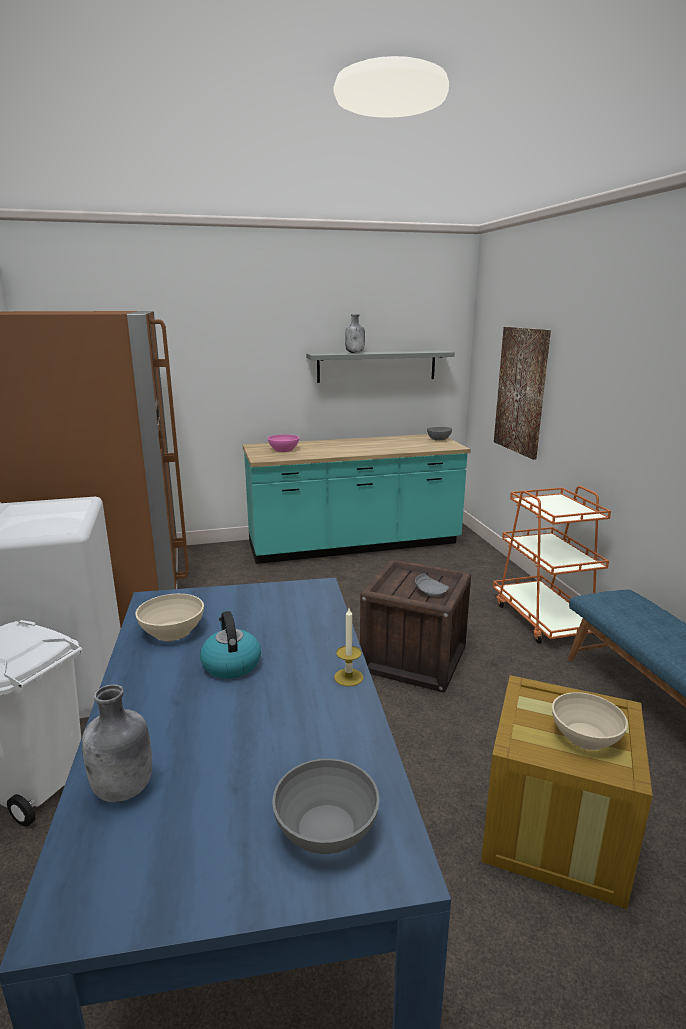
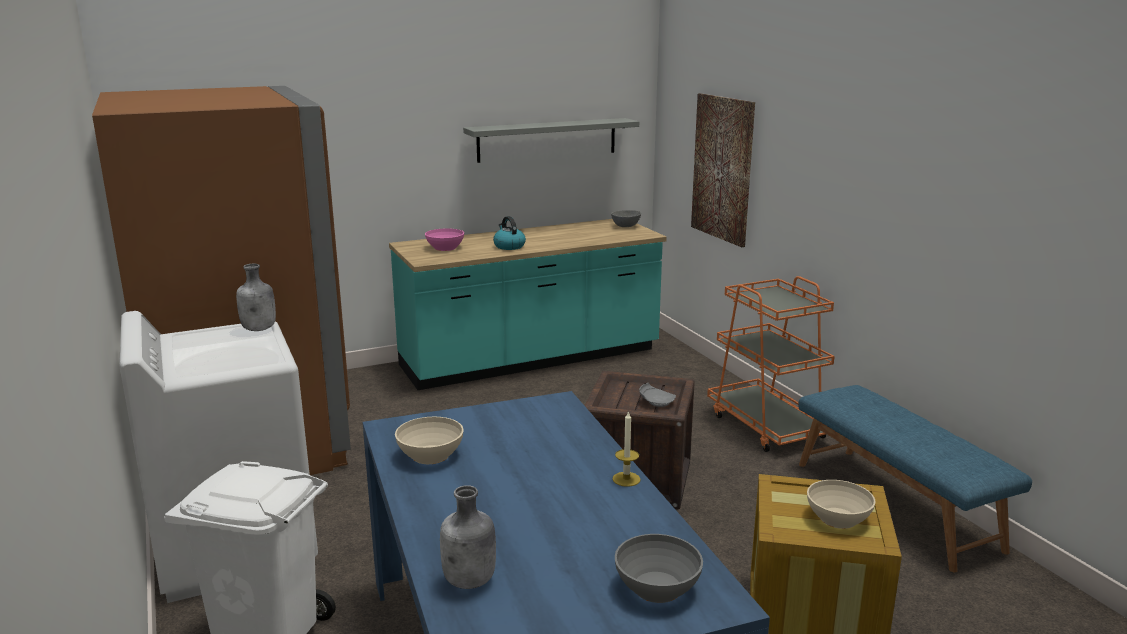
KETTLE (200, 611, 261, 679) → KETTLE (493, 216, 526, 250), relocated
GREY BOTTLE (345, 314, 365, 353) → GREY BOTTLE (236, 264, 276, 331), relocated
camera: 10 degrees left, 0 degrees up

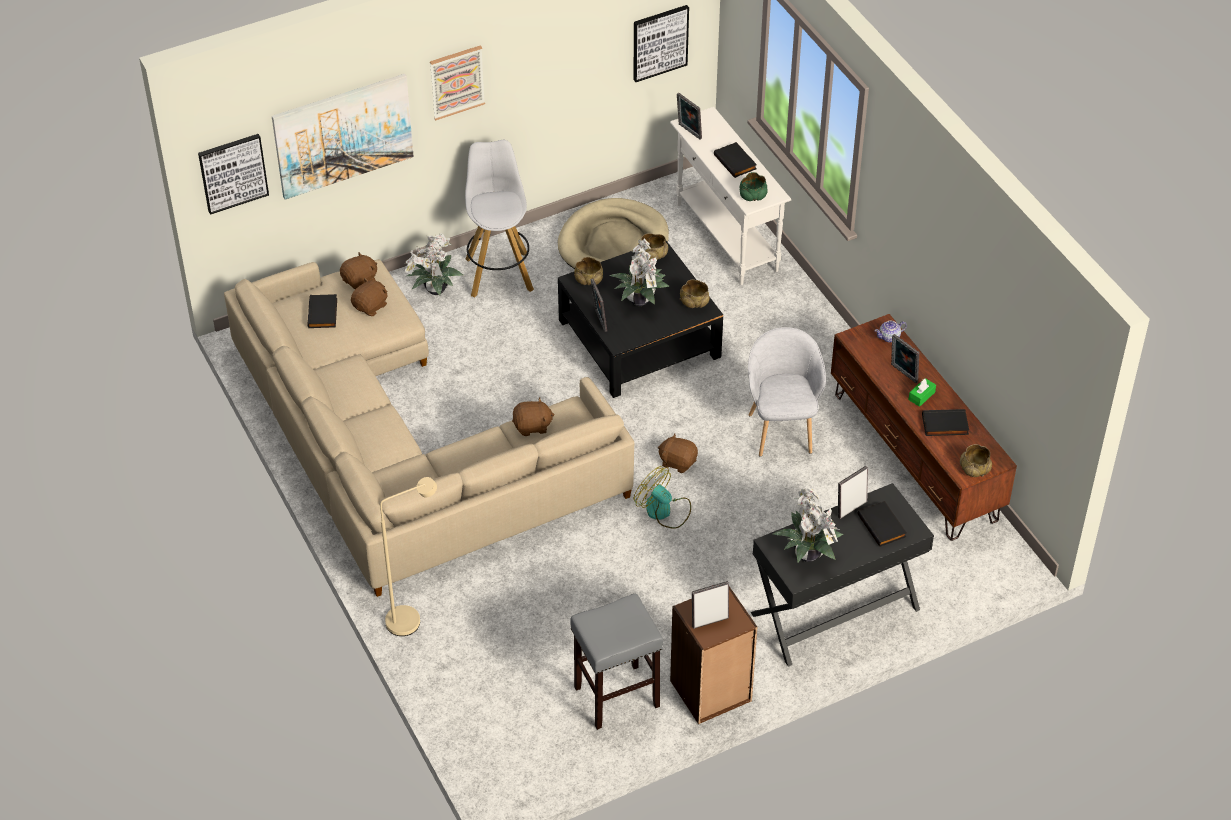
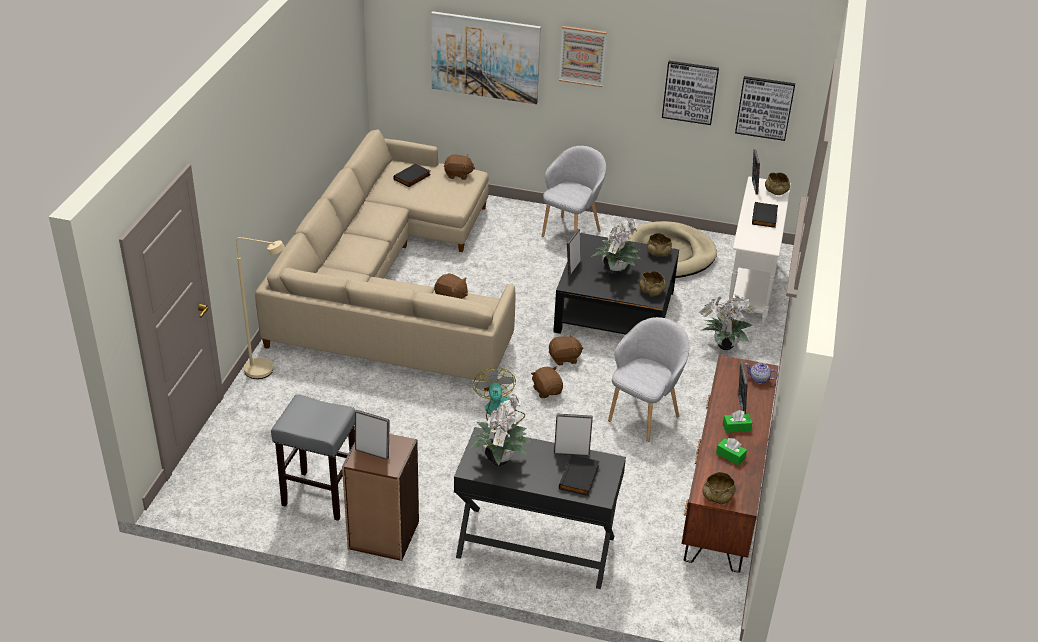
GREEN BOWL (740, 172, 768, 201) → -
PICTURE (198, 134, 269, 215) → PICTURE (662, 61, 719, 125), relocated
BROWN PLUSH TOY (351, 278, 388, 316) → BROWN PLUSH TOY (549, 334, 584, 366), relocated
POTTED PLANT (404, 233, 463, 295) → POTTED PLANT (699, 295, 756, 350), relocated
BEIGE BOWL (574, 257, 603, 285) → BEIGE BOWL (765, 172, 790, 195), relocated
WHITE STOOL (465, 140, 534, 297) → GREY ARMCHAIR (542, 146, 606, 237)
BLACK BOOK (922, 409, 969, 436) → GREEN TISSUE BOX (716, 438, 747, 465)
camera: 40 degrees right, 10 degrees down

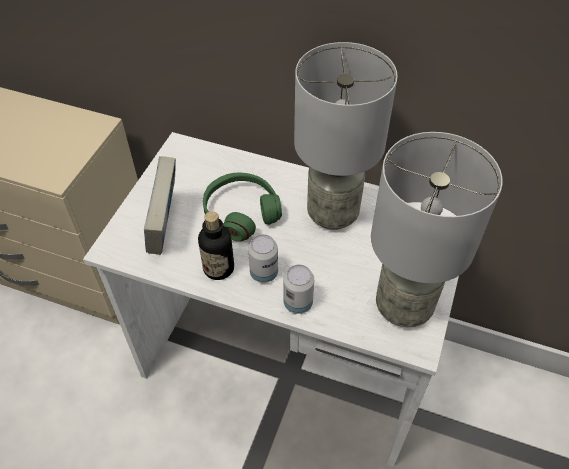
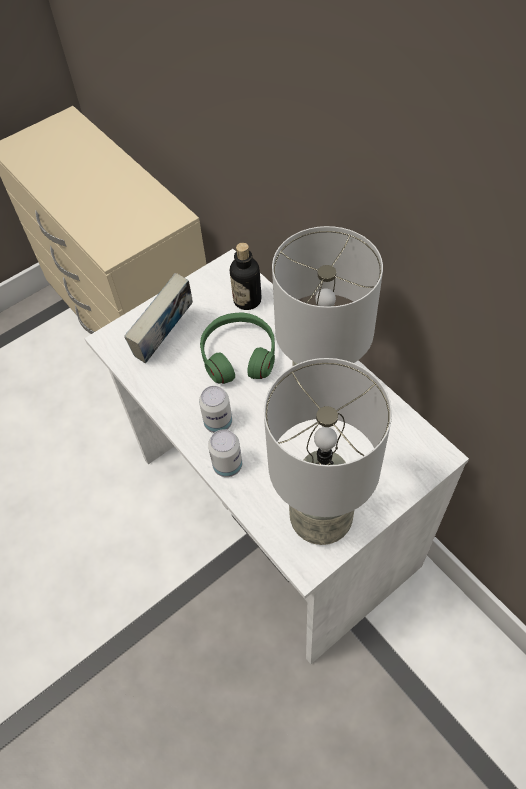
BOTTLE (198, 211, 234, 280) → BOTTLE (230, 243, 262, 310), relocated
camera: 35 degrees right, 5 degrees up

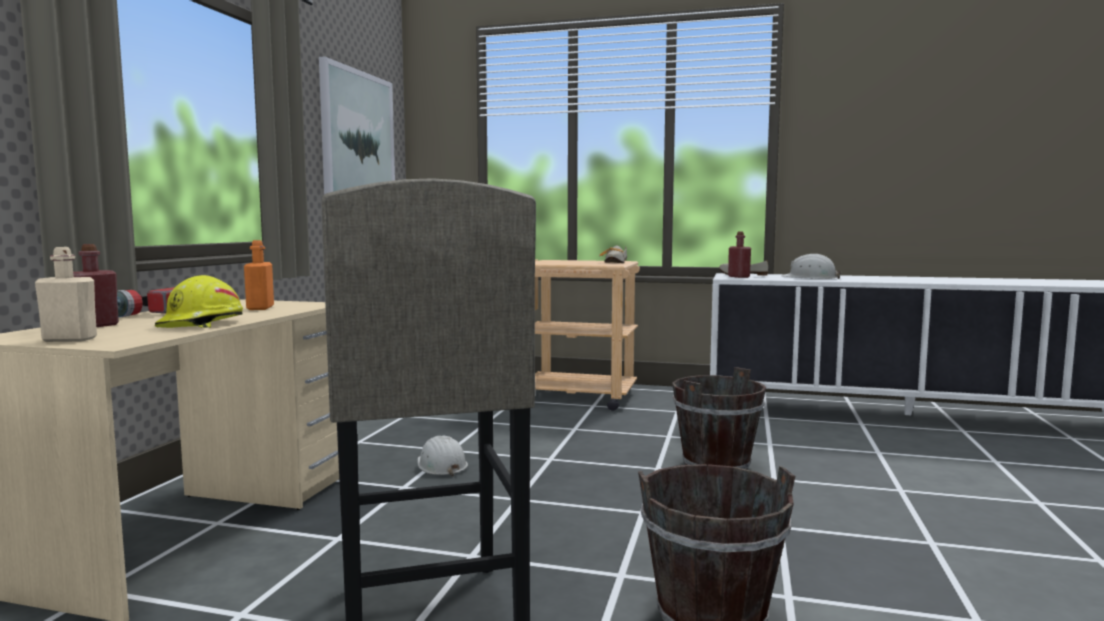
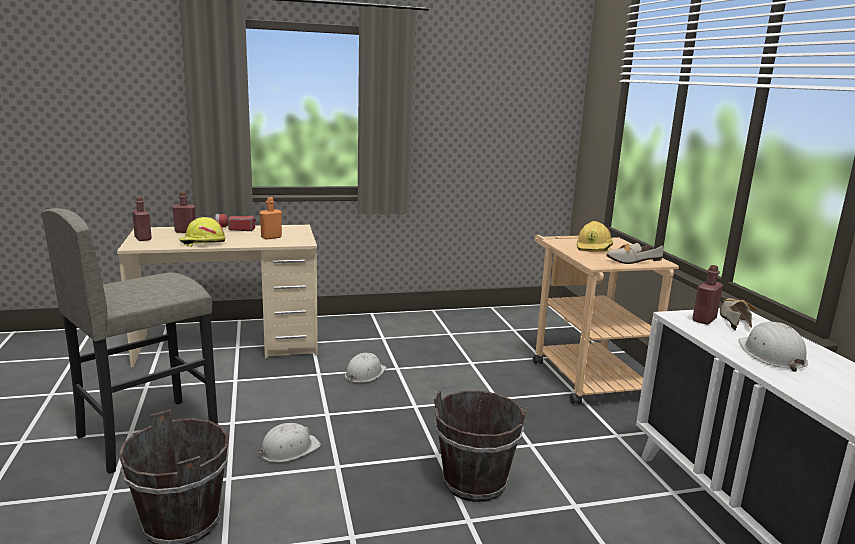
PICTURE (319, 57, 395, 195) → -
- → WHITE HARD HAT (258, 423, 321, 462)
- → YELLOW HARD HAT (577, 221, 613, 252)
BEIGE BOTTLE (35, 247, 97, 342) → RED BOTTLE (132, 197, 152, 241)
camera: 60 degrees right, 10 degrees up

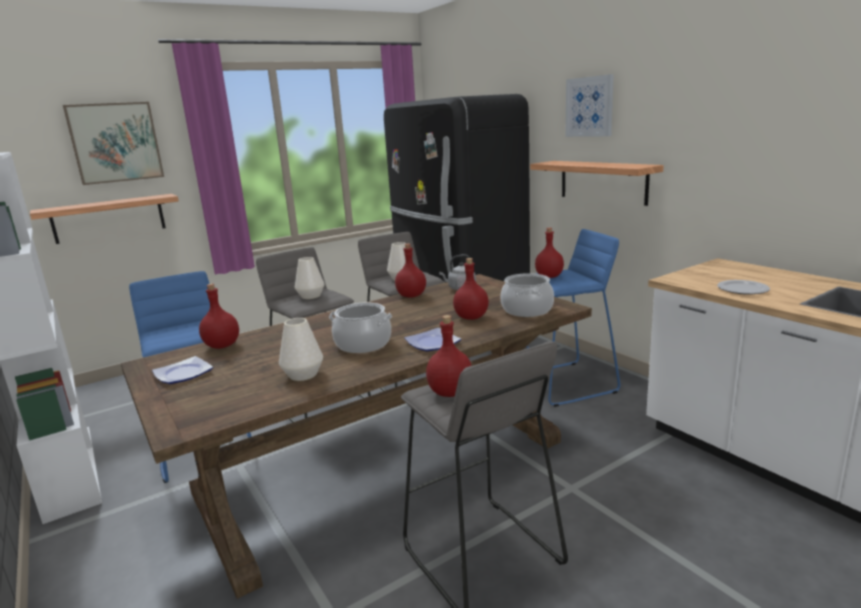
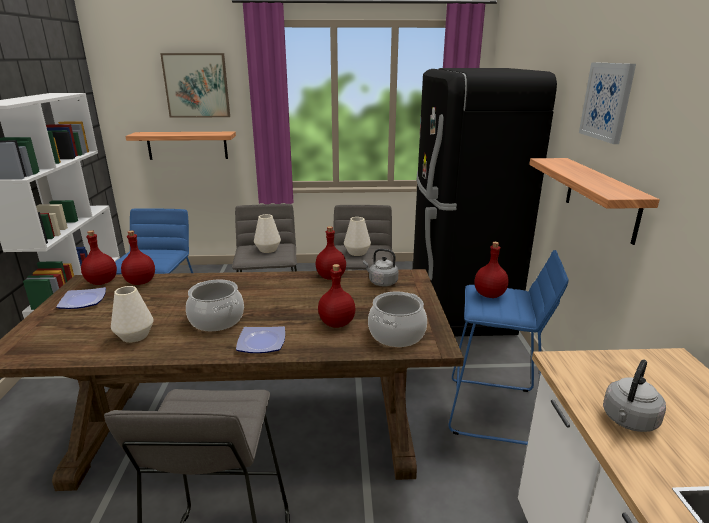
RED BOTTLE (426, 315, 472, 397) → RED BOTTLE (81, 231, 117, 285), relocated
PLATE (717, 280, 770, 295) → GREY KETTLE (603, 360, 666, 432)
camera: 30 degrees right, 5 degrees up

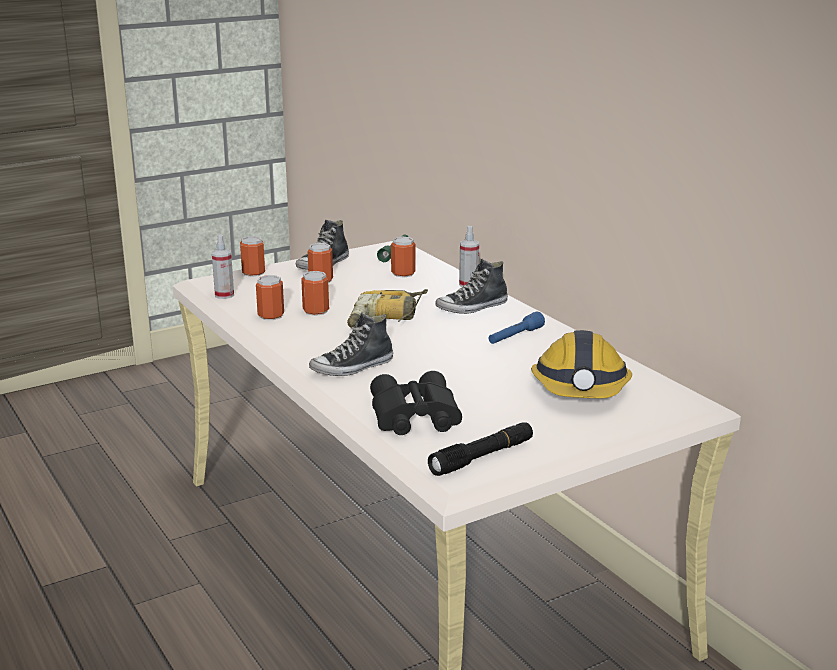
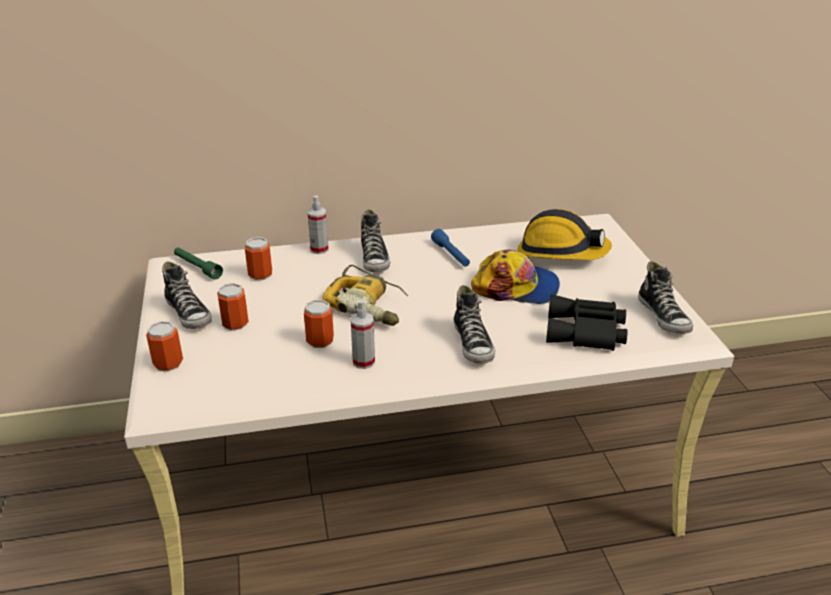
CAN (256, 275, 284, 320) → -
- → CAP (471, 250, 560, 304)
SPRAY BOTTLE (212, 235, 234, 299) → SPRAY BOTTLE (350, 300, 375, 369), relocated
BLACK FLASHLIGHT (428, 422, 533, 476) → SHOE (638, 261, 693, 334)
camera: 70 degrees left, 10 degrees up

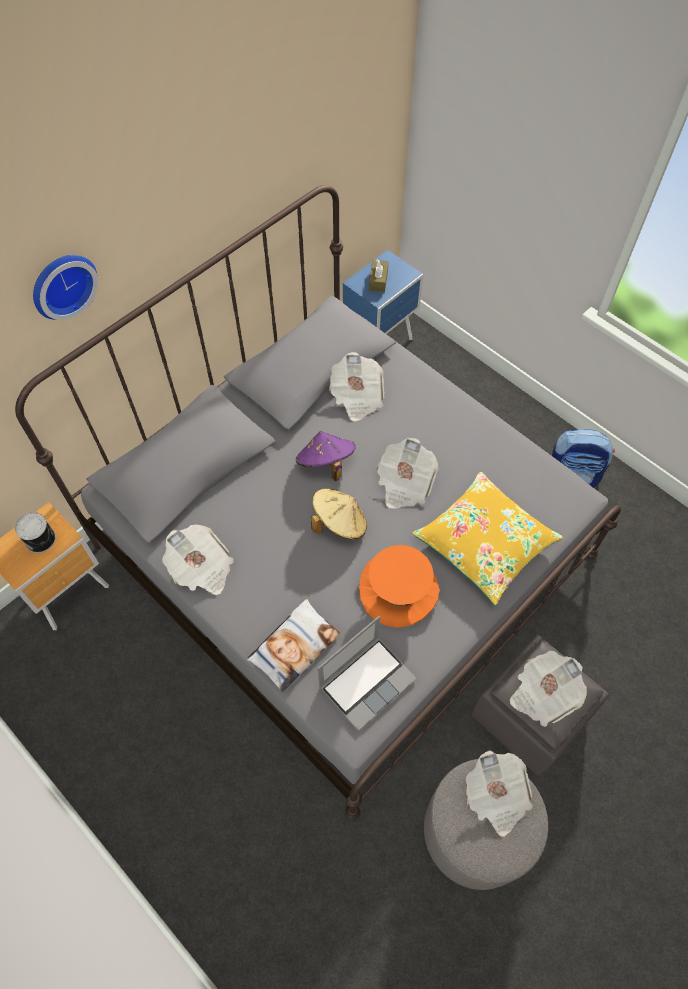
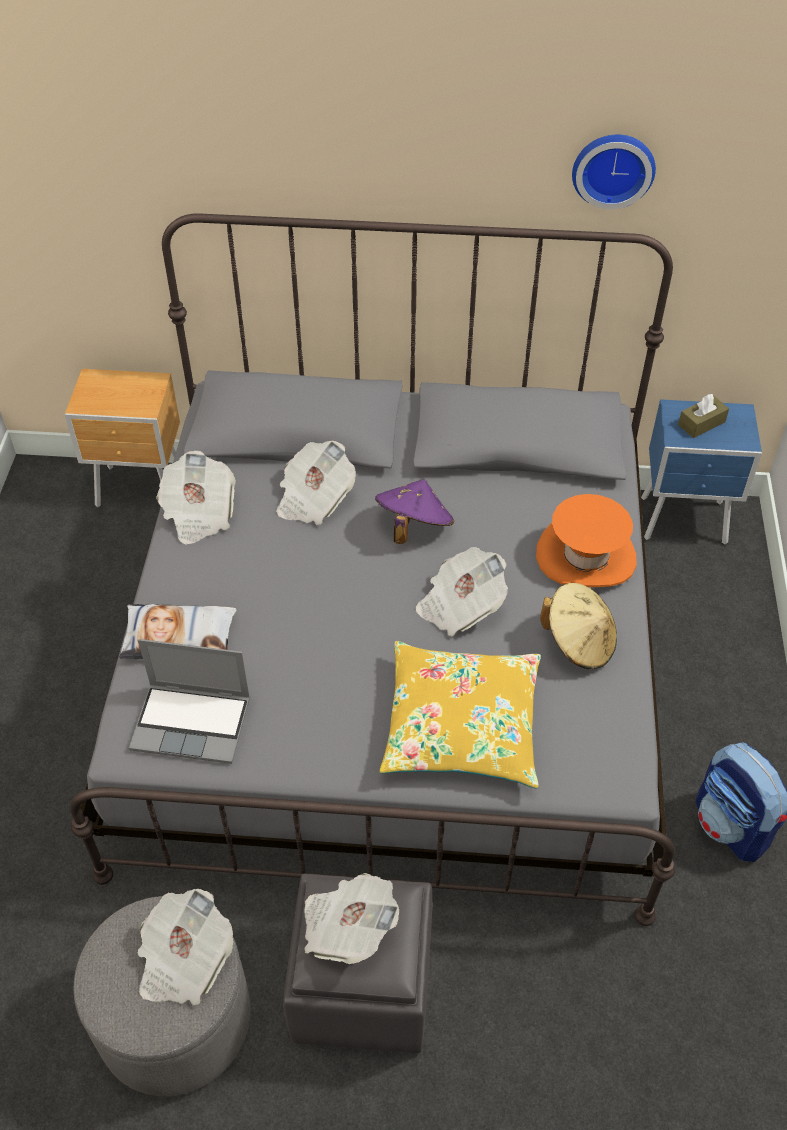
CAN (15, 512, 56, 553) → -
WALL CLOCK (33, 255, 98, 320) → WALL CLOCK (572, 135, 656, 209), relocated
BEIGE HAT (311, 488, 367, 540) → BEIGE HAT (540, 583, 617, 669), relocated
NEWSPAPER (329, 352, 384, 422) → NEWSPAPER (276, 441, 356, 525), relocated
ORANGE HAT (359, 545, 439, 628) → ORANGE HAT (536, 494, 636, 587), relocated
camera: 50 degrees right, 10 degrees down

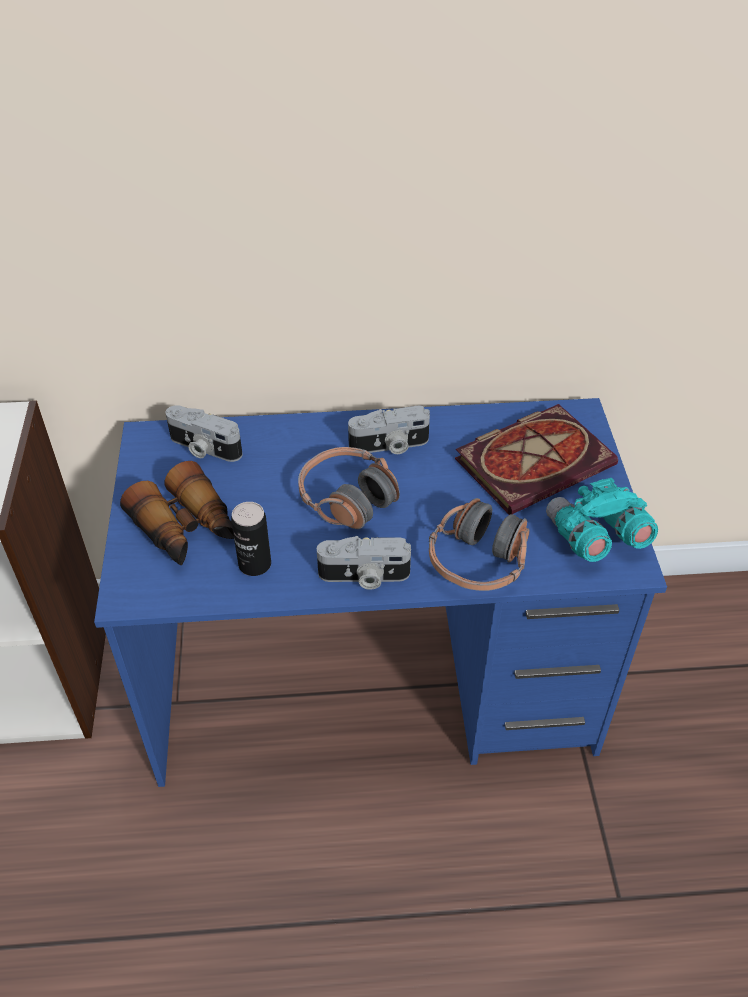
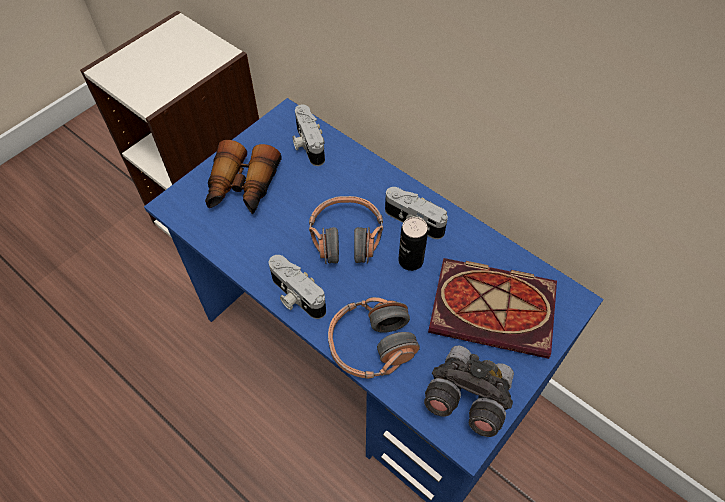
CAN (231, 502, 271, 576) → CAN (398, 217, 428, 271), relocated
TURQUOISE BINOCULARS (546, 478, 658, 562) → GREY BINOCULARS (424, 345, 514, 437)
camera: 45 degrees right, 10 degrees up

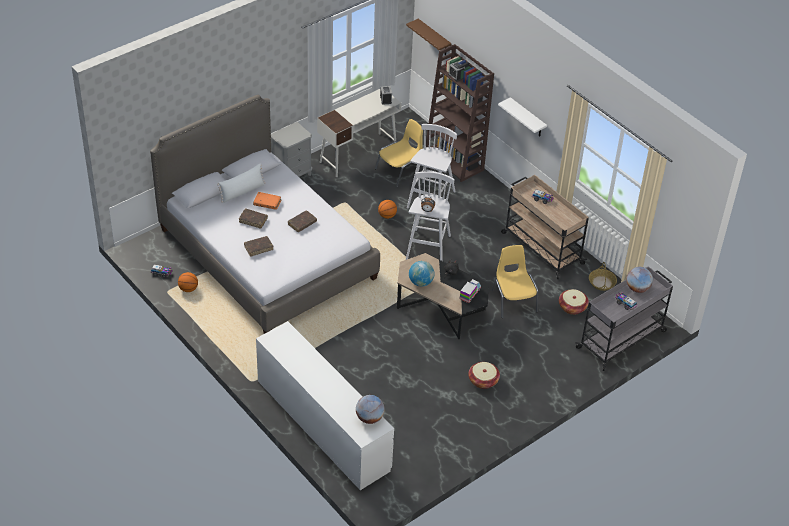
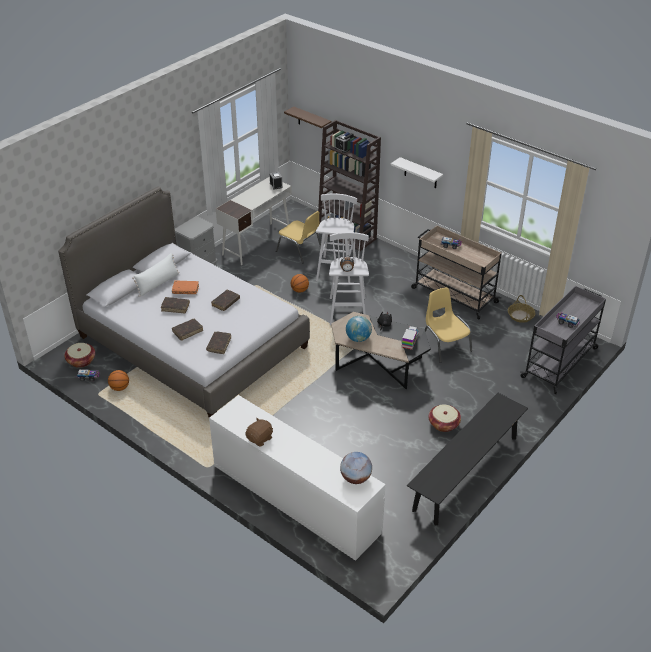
GLOBE (626, 267, 653, 293) → -
- → BROWN BOOK (206, 332, 231, 354)
- → BROWN PLUSH TOY (245, 418, 273, 447)
- → BLACK BENCH (407, 393, 528, 526)
BASKET (559, 289, 589, 315) → BASKET (65, 343, 95, 368), relocated
YELLOW CHAIR (375, 119, 423, 187) → YELLOW CHAIR (276, 211, 321, 263), 90 degrees clockwise
camera: 10 degrees left, 5 degrees down

